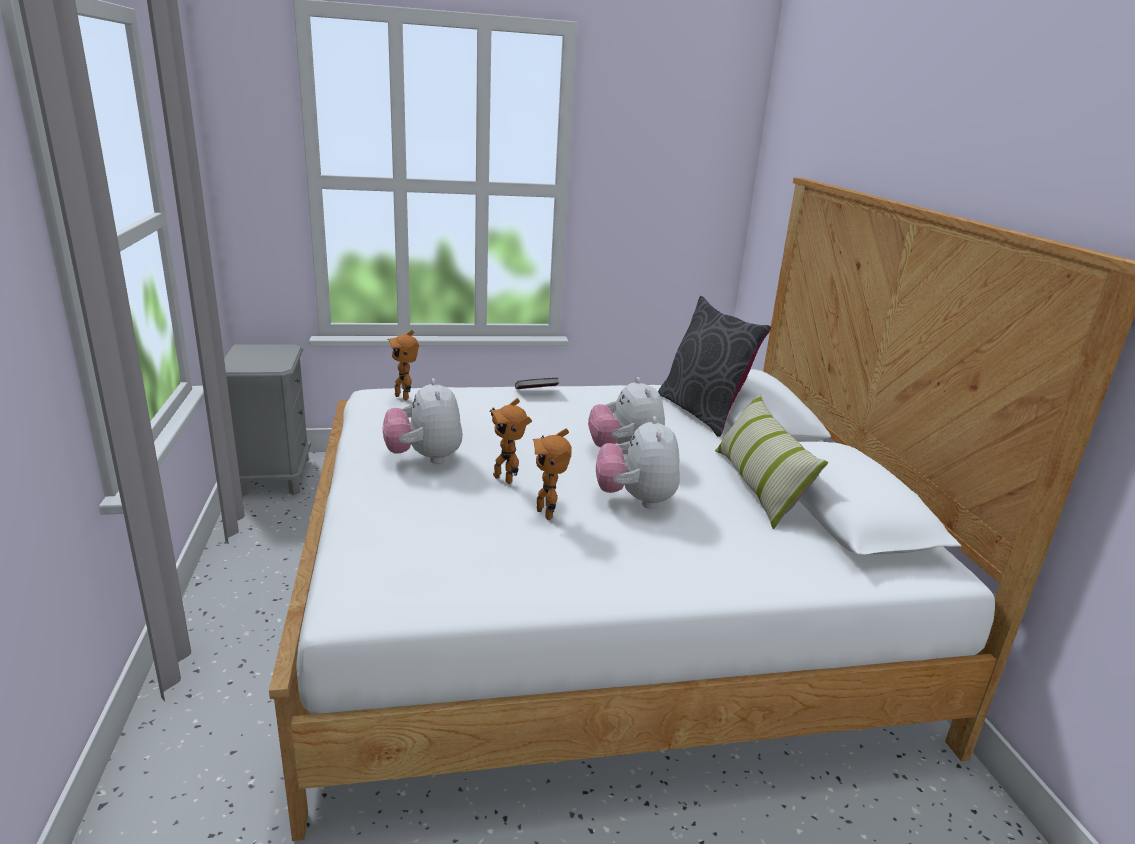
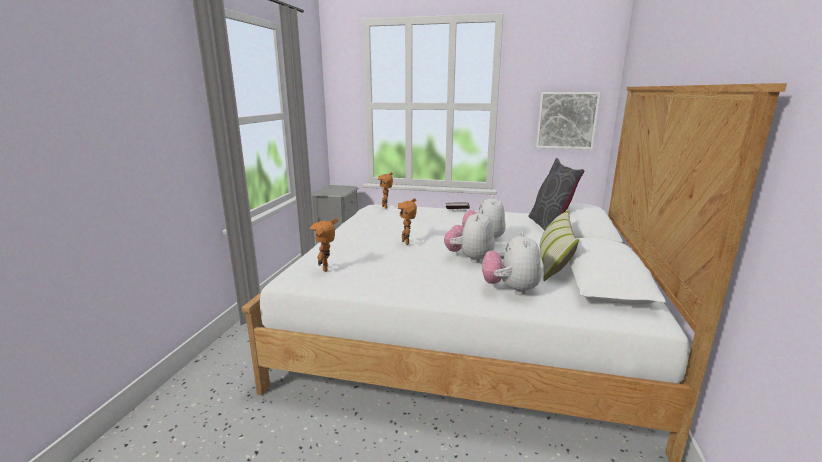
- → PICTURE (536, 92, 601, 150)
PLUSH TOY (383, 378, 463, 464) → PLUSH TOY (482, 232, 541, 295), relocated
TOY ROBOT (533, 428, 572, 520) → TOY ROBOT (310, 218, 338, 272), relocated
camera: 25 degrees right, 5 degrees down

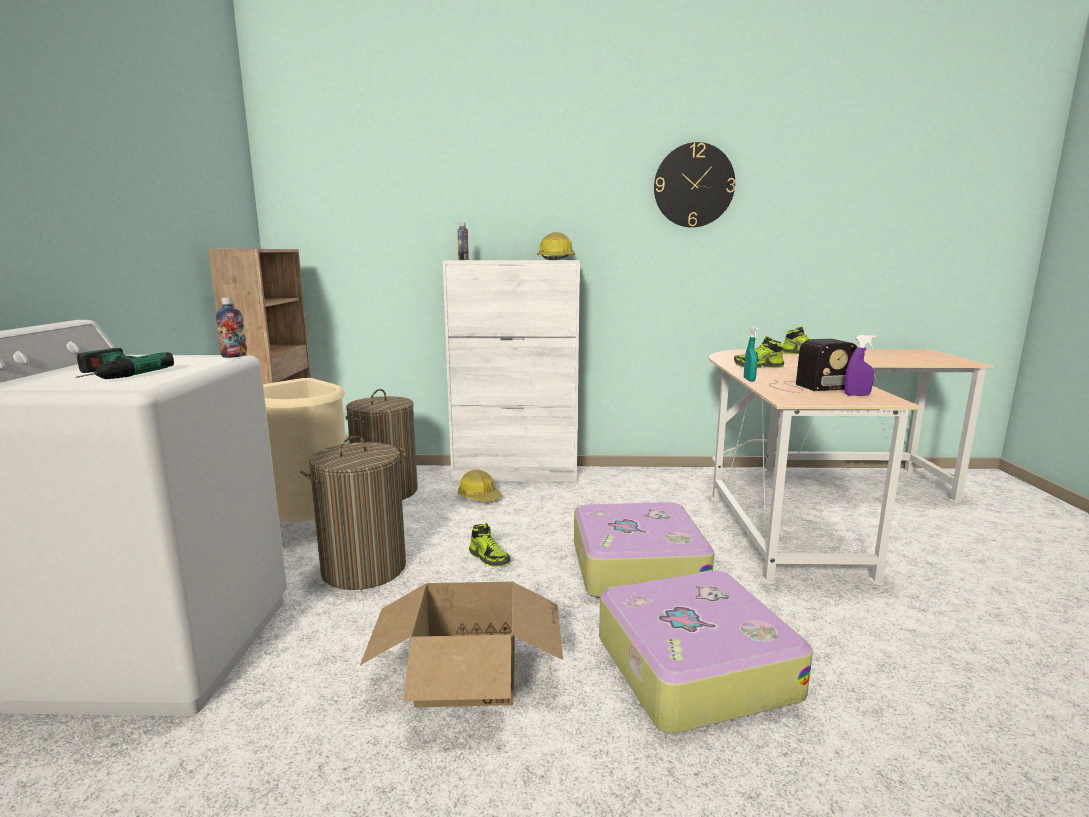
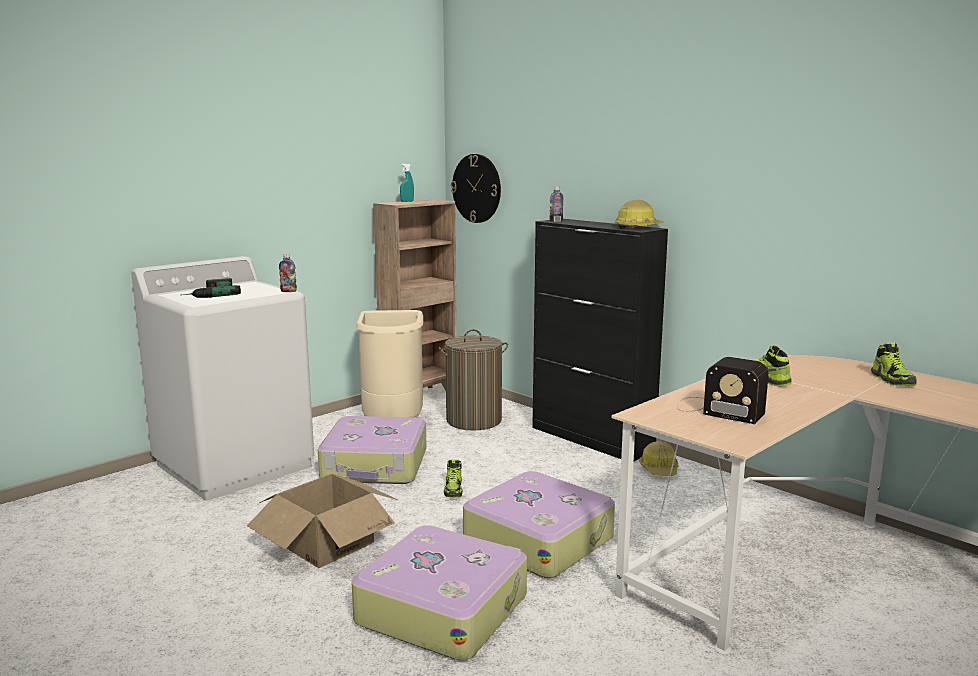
PURPLE SPRAY BOTTLE (844, 335, 876, 396) → -
HARD HAT (458, 469, 502, 502) → HARD HAT (639, 441, 678, 476), relocated
WALL CLOCK (654, 142, 735, 227) → WALL CLOCK (451, 154, 501, 223), relocated
TURQUOISE SPRAY BOTTLE (744, 326, 758, 381) → TURQUOISE SPRAY BOTTLE (400, 163, 414, 202), relocated
LAUNDRY BASKET (300, 436, 406, 590) → SUITCASE (318, 416, 427, 484)
WHITE CABINET (443, 260, 580, 482) → BLACK CABINET (532, 219, 668, 461)
camera: 45 degrees right, 0 degrees up

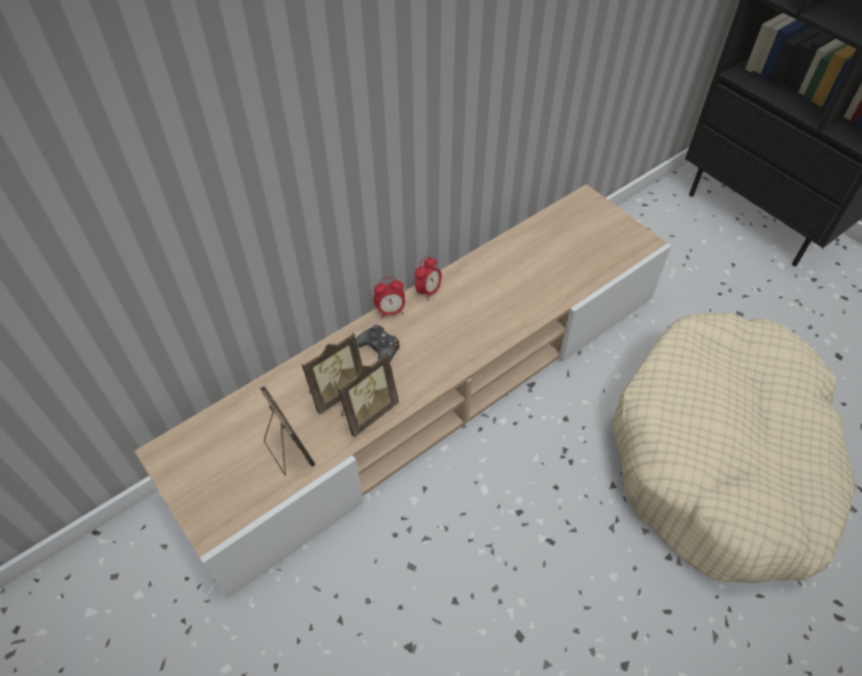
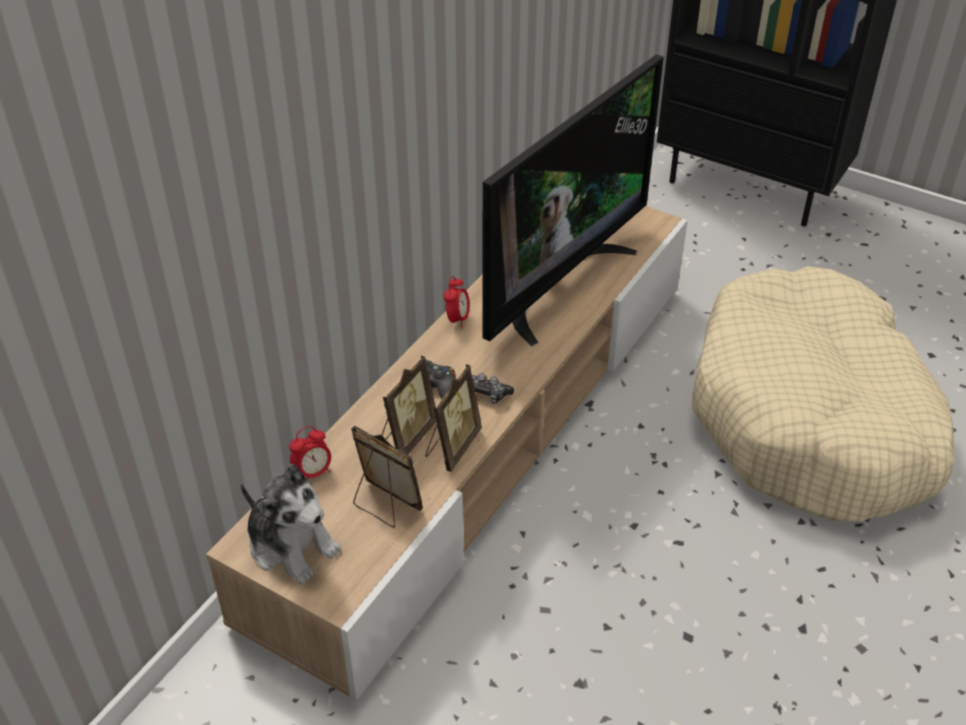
- → PLUSH TOY (240, 464, 341, 584)
- → GAME CONTROLLER (472, 373, 514, 404)
- → TELEVISION (482, 54, 664, 346)
ALARM CLOCK (373, 277, 405, 319) → ALARM CLOCK (289, 426, 331, 480), relocated
camera: 20 degrees left, 10 degrees down

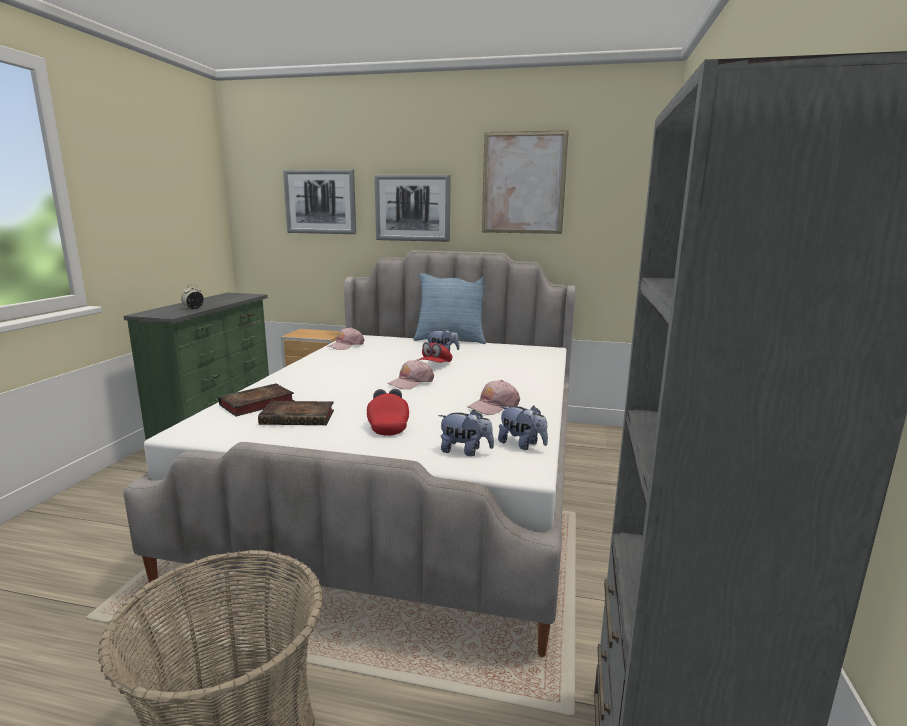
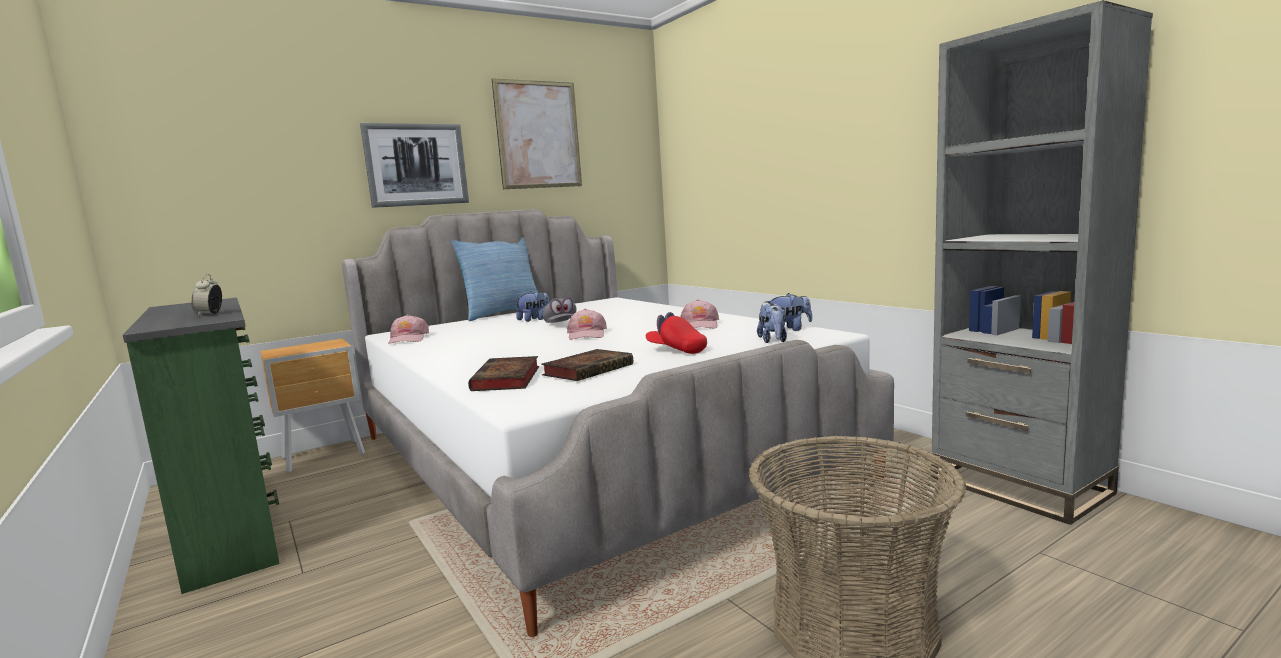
PICTURE (283, 169, 356, 234) → -
RED CAP (419, 342, 452, 363) → GREY CAP (543, 297, 576, 323)
PLUSH TOY (438, 410, 494, 456) → PLUSH TOY (757, 303, 787, 343), 120 degrees clockwise
camera: 45 degrees left, 5 degrees down

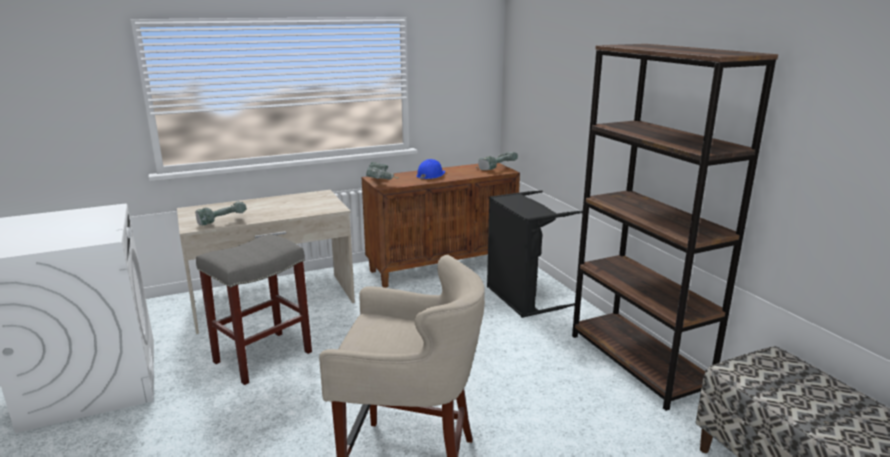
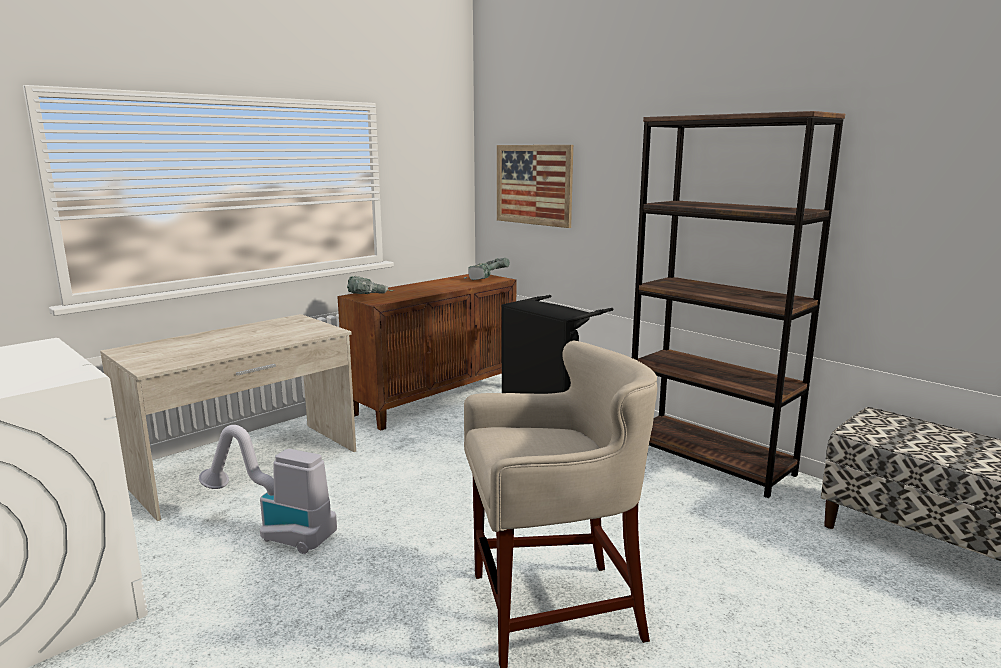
POWER DRILL (195, 201, 247, 225) → -
BLUE HARD HAT (416, 159, 445, 180) → -
- → PICTURE (497, 145, 573, 228)
GREY STOOL (196, 234, 312, 385) → VACUUM CLEANER (199, 425, 337, 554)
camera: 20 degrees left, 5 degrees down

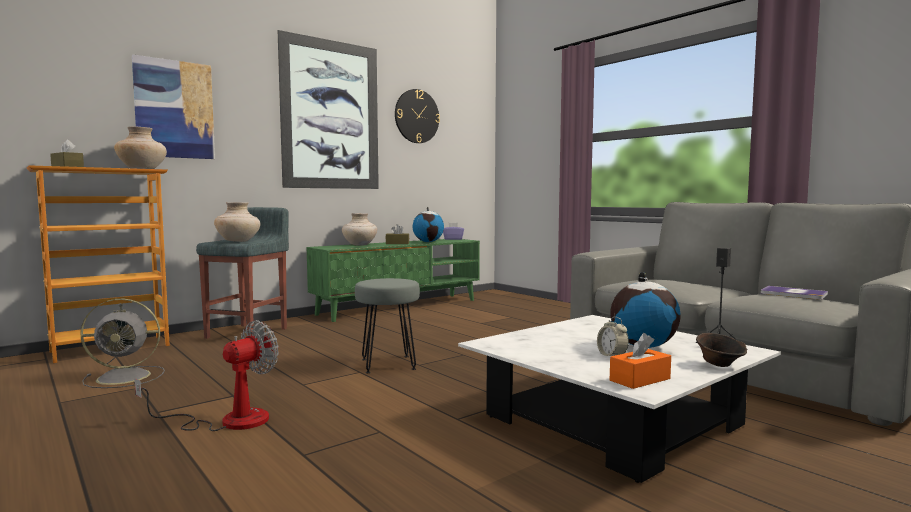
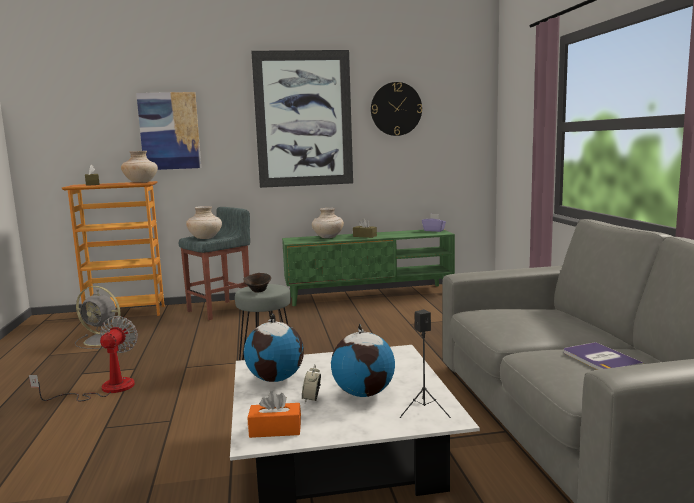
GLOBE (413, 206, 444, 242) → GLOBE (244, 314, 304, 382), relocated
BROWN BOWL (696, 333, 747, 367) → BROWN BOWL (243, 273, 271, 293), relocated
FAN (134, 320, 279, 431) → FAN (29, 316, 138, 401), 60 degrees counterclockwise
camera: 30 degrees right, 5 degrees up

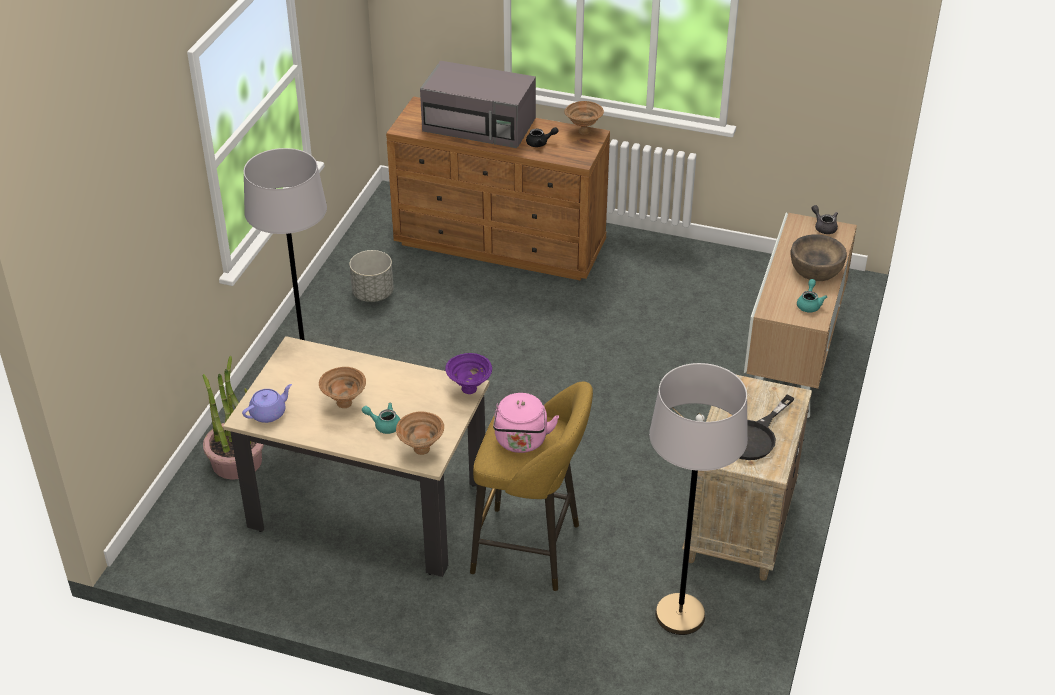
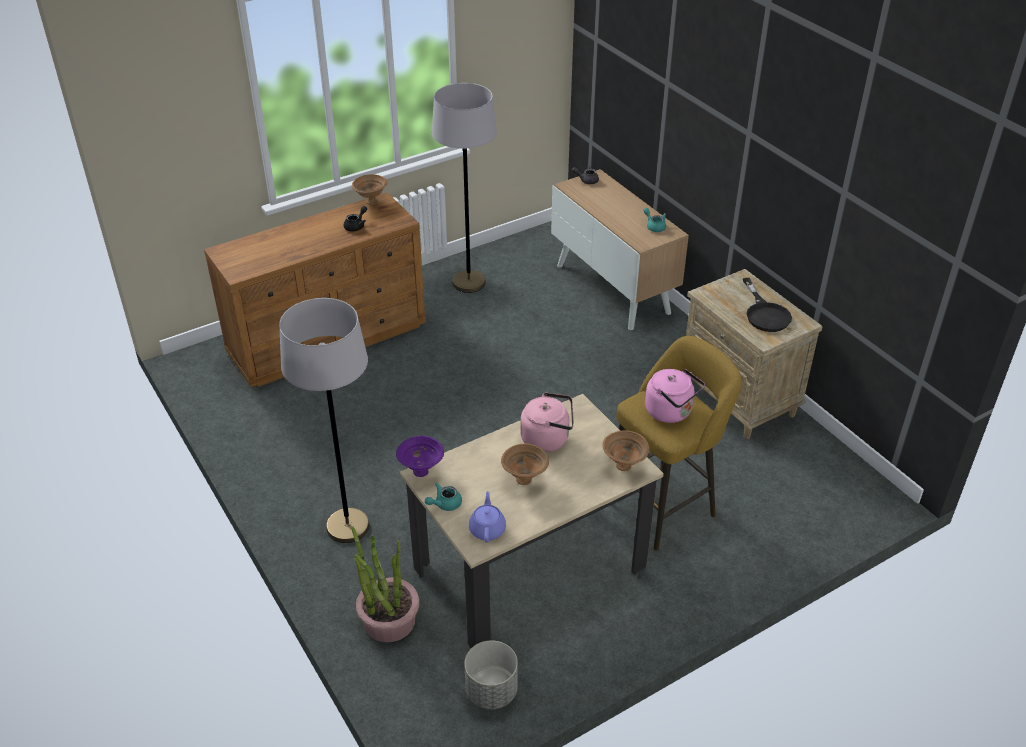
GREY MICROWAVE (420, 61, 536, 148) → -
BROWN BOWL (790, 235, 847, 281) → -
- → PINK KETTLE (520, 392, 574, 452)
GREY PLANTER (350, 250, 394, 302) → GREY PLANTER (464, 640, 518, 710), relocated
TURQUOISE TEAPOT (362, 403, 400, 434) → TURQUOISE TEAPOT (425, 483, 462, 511), relocated
PURPLE BOWL (445, 353, 492, 394) → PURPLE BOWL (396, 436, 444, 477), relocated
GREY FLOOR LAMP (649, 363, 748, 635) → GREY FLOOR LAMP (432, 83, 497, 293), relocated
camera: 50 degrees left, 0 degrees up

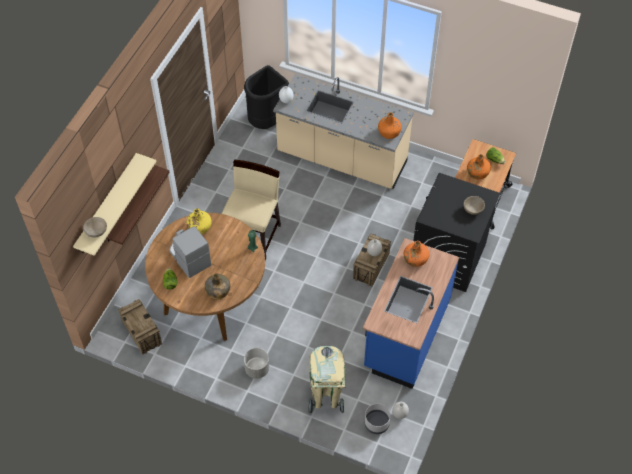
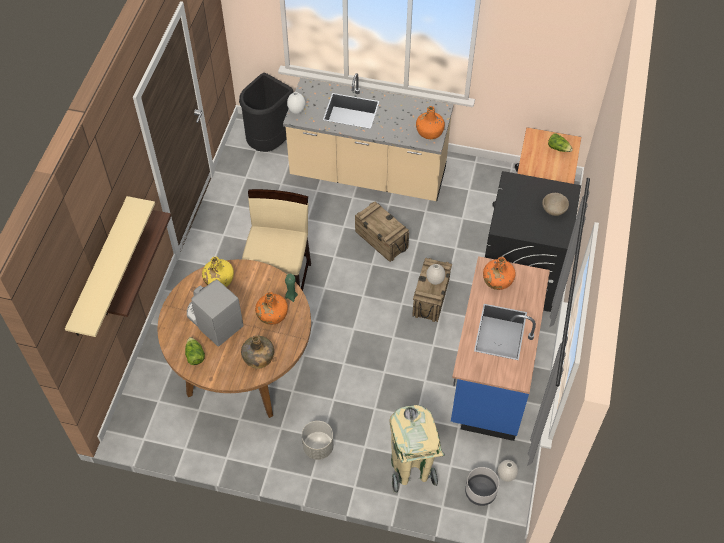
BEIGE BOWL (83, 217, 107, 238) → -
CRATE (118, 299, 162, 354) → CRATE (355, 202, 409, 262), relocated
ORANGE BOTTLE (467, 154, 491, 179) → ORANGE BOTTLE (255, 292, 288, 325), relocated
camera: 10 degrees left, 0 degrees up

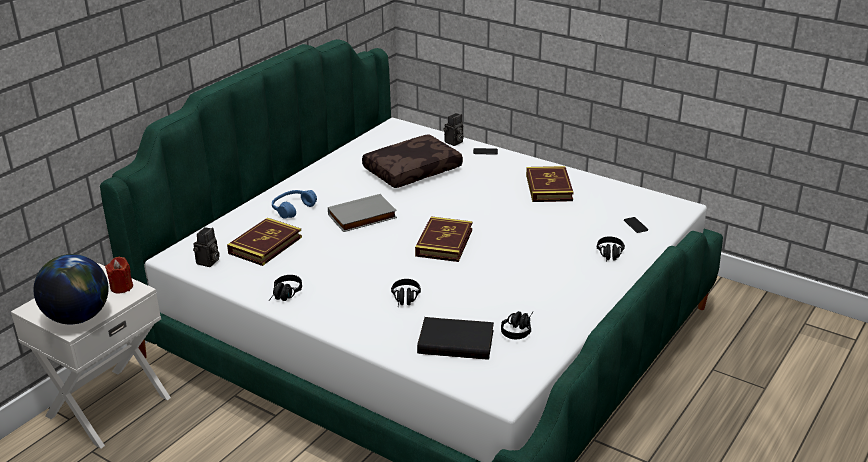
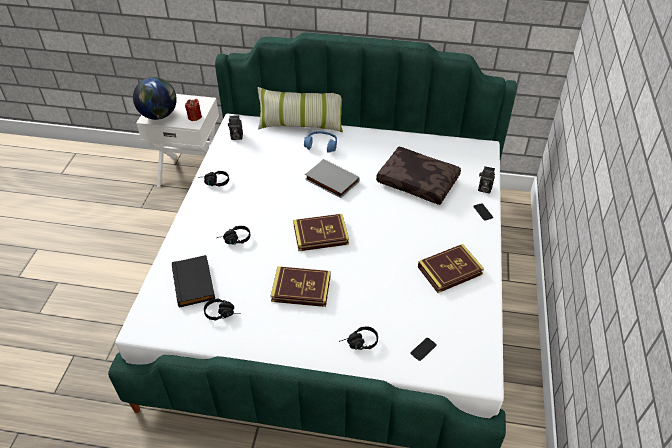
- → PILLOW (258, 87, 343, 132)
BOOK (227, 218, 302, 266) → BOOK (271, 266, 331, 307), relocated
camera: 65 degrees right, 15 degrees up

